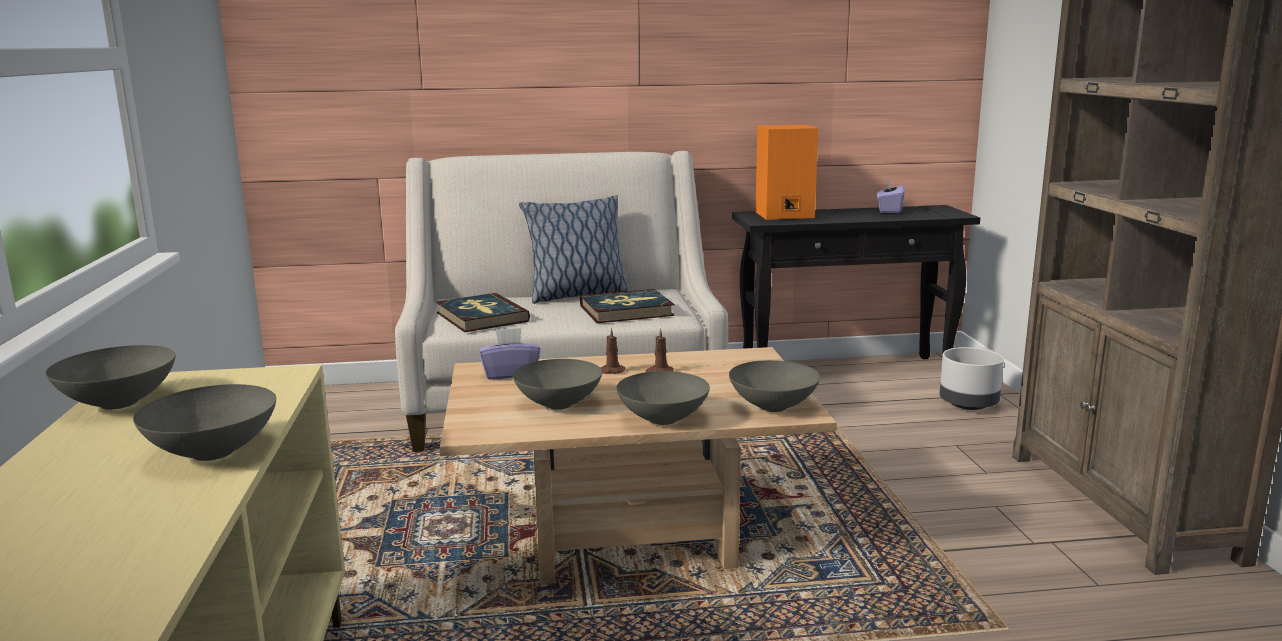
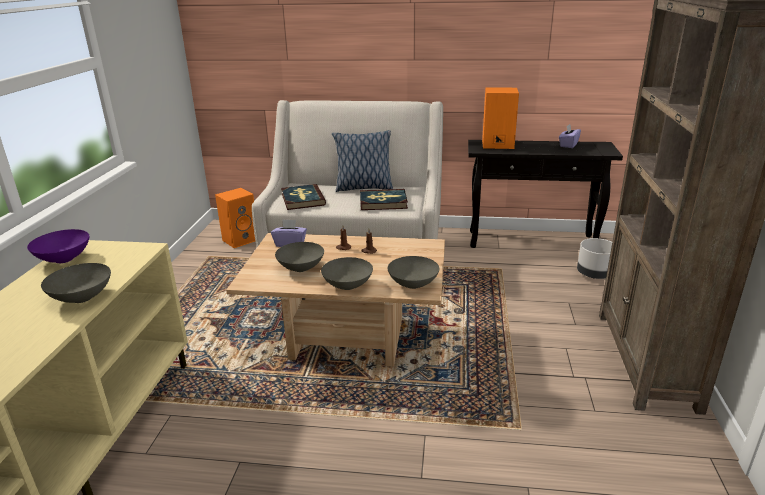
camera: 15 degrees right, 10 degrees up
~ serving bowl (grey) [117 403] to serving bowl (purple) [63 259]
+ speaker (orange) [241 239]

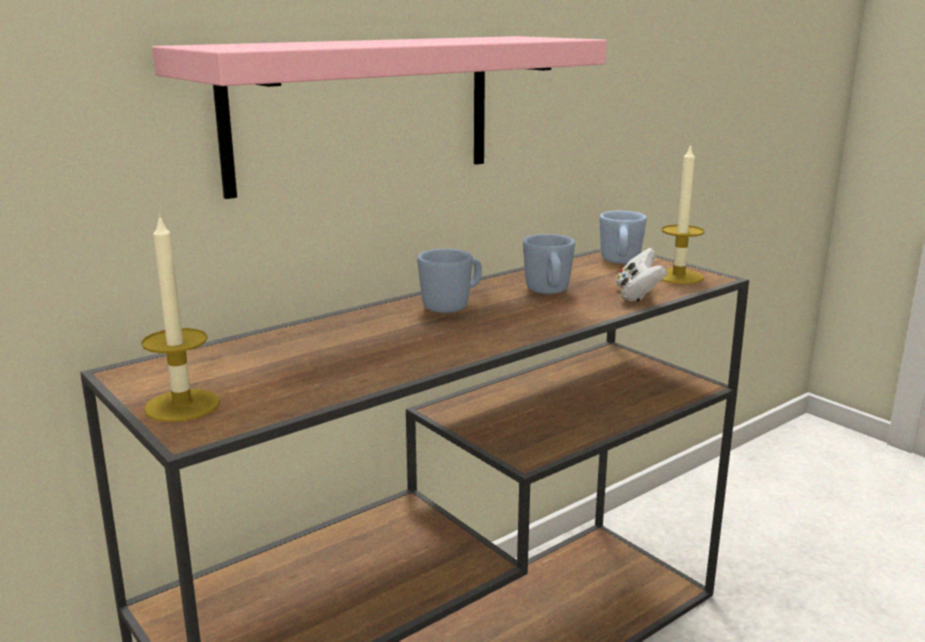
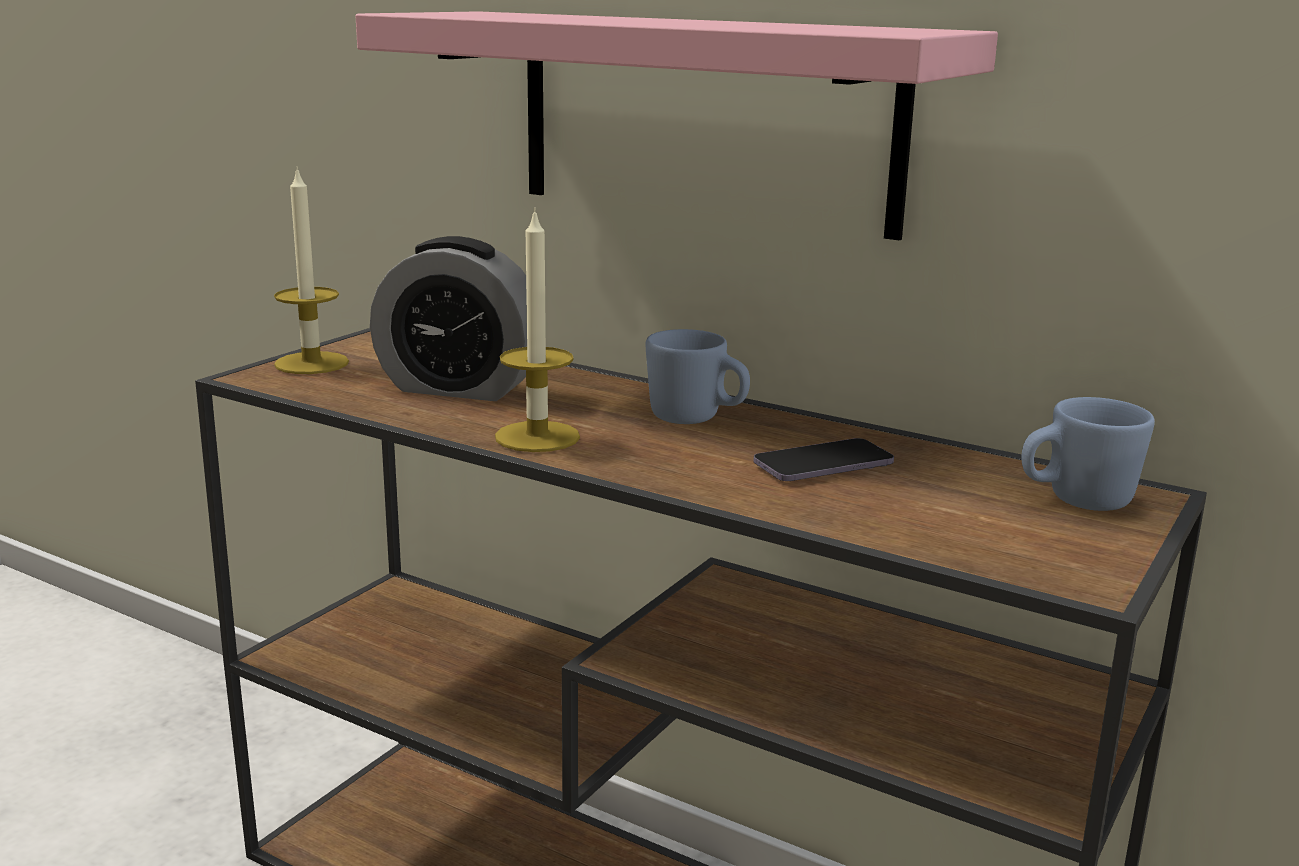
camera: 70 degrees right, 0 degrees up
~ wax light [678 276] to [537 437]
~ tea mug (blue-coloured) [549 292] to phone [823 465]
- game controller (white) [637 295]
+ bedside clock [459 388]

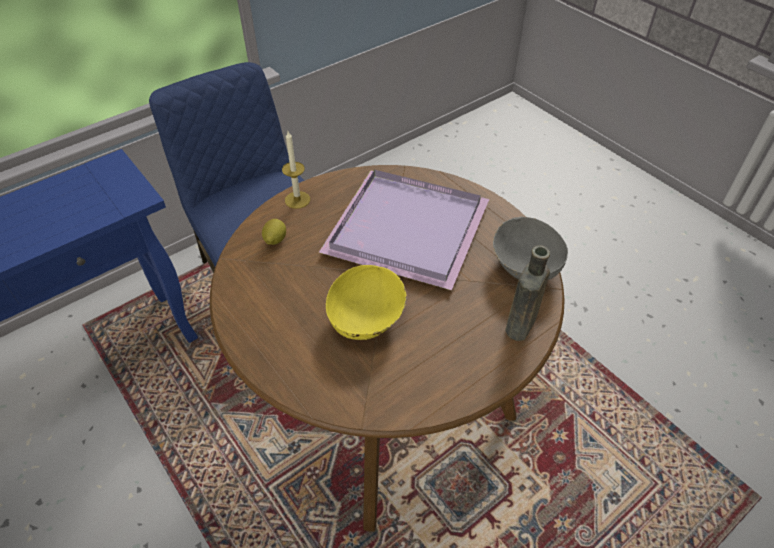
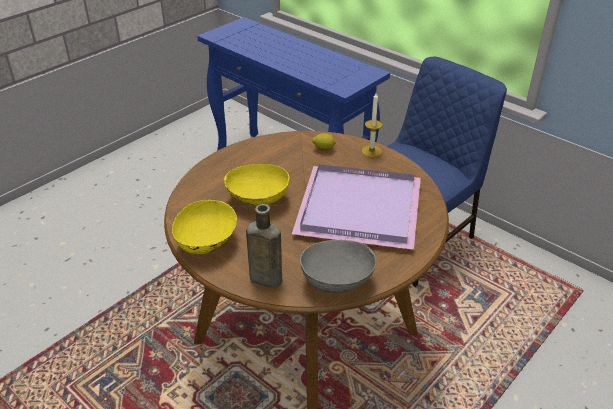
camera: 80 degrees right, 10 degrees down
+ serving bowl (yellowish) [207 243]

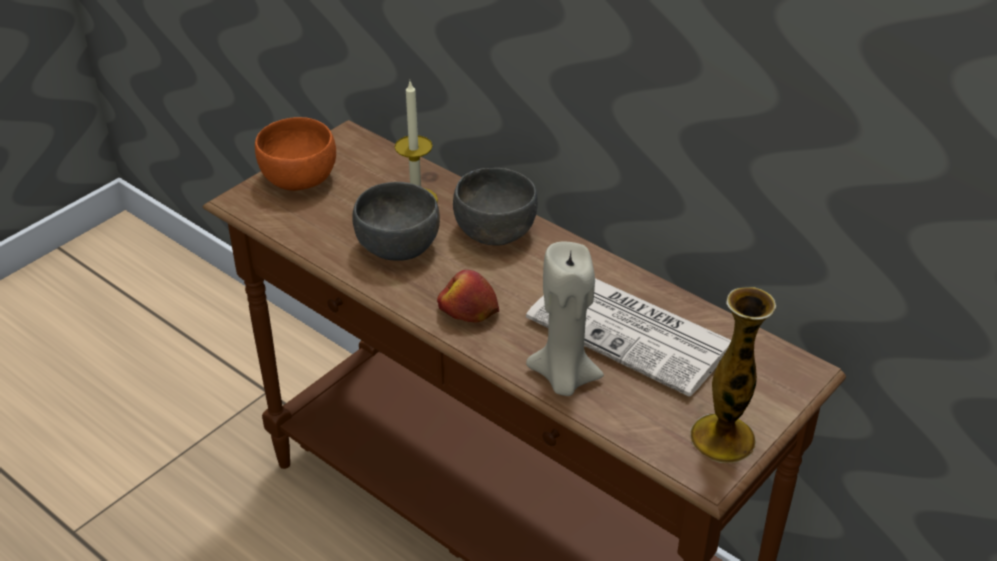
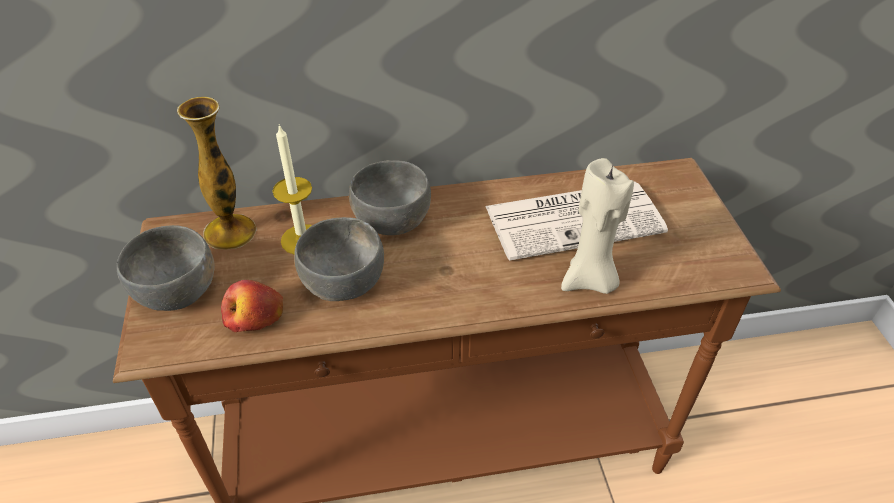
camera: 50 degrees left, 5 degrees up
~ serving bowl (orange) [299 178] to serving bowl (grey) [178 291]
~ apple fruit [468 311] to [254 317]
~ vase [722 438] to [230 232]

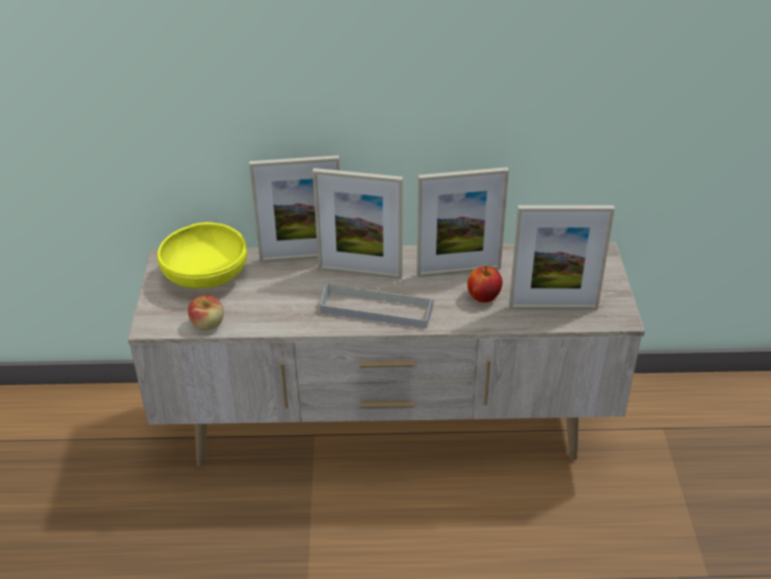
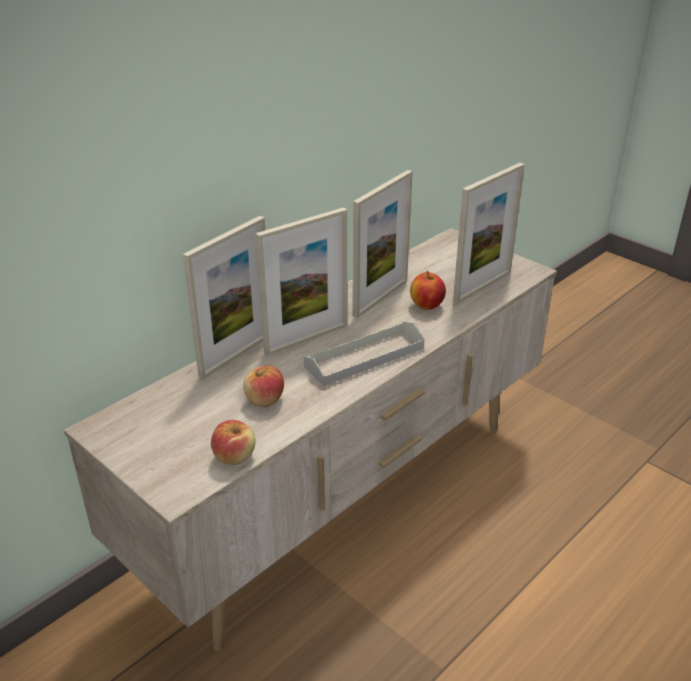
camera: 45 degrees left, 5 degrees down
- serving bowl (yellowish) [206 276]
+ apple fruit [264 400]

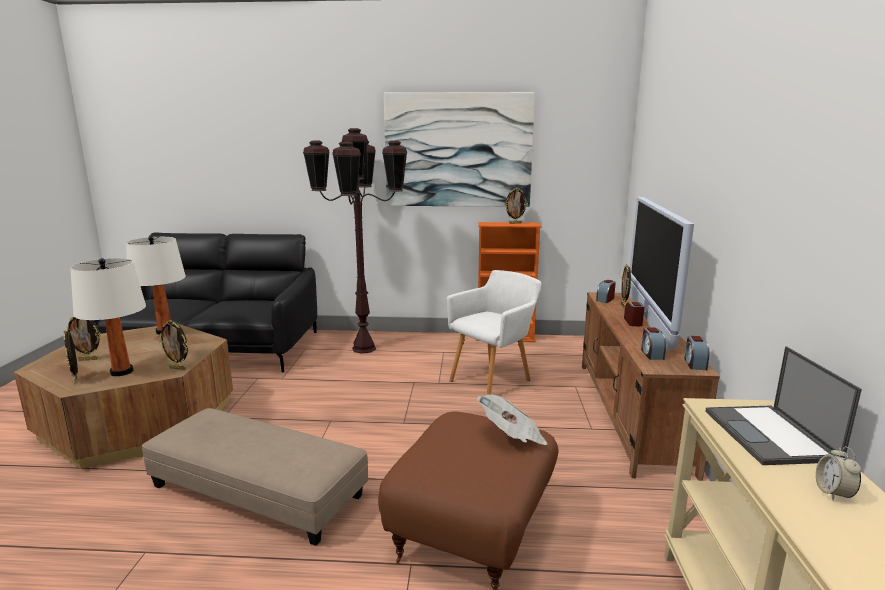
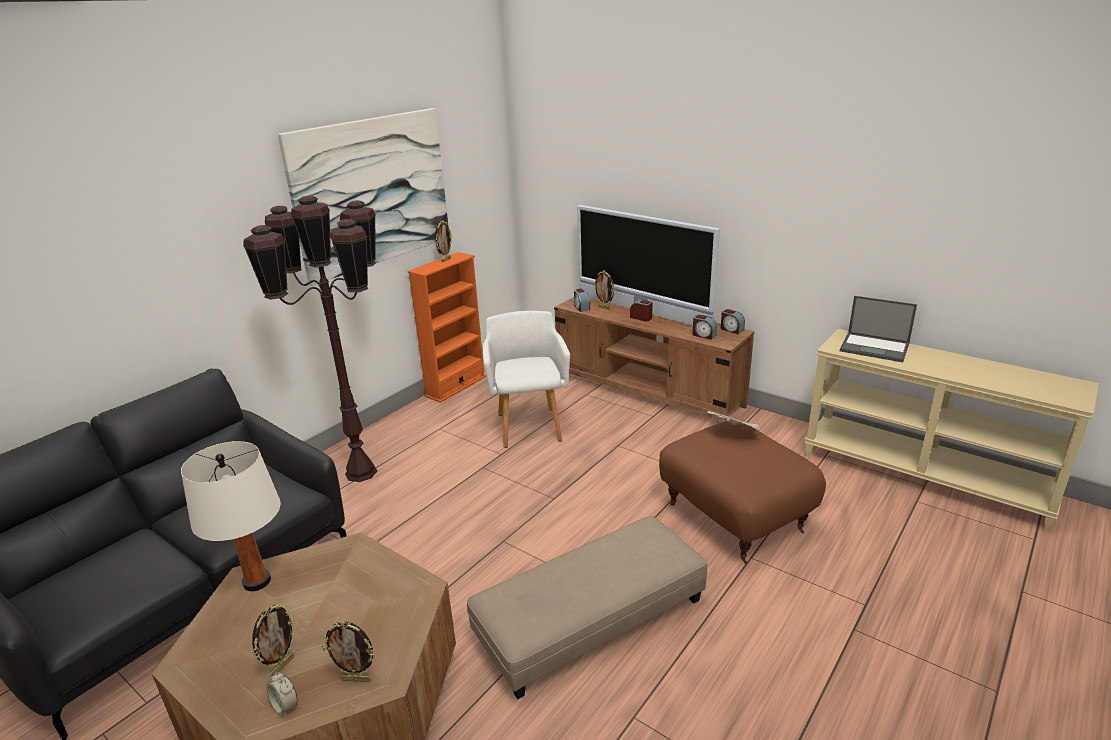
camera: 55 degrees left, 10 degrees up
- lamp for a table (white) [121 372]
- picture frame [178 368]
~ bedside clock [833 493] to [285 706]

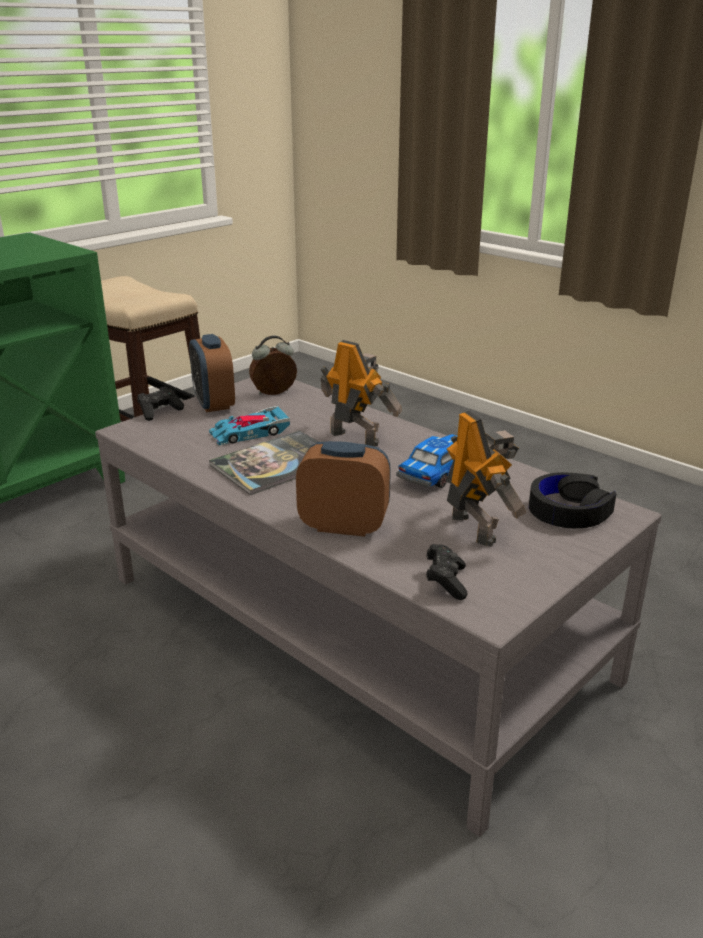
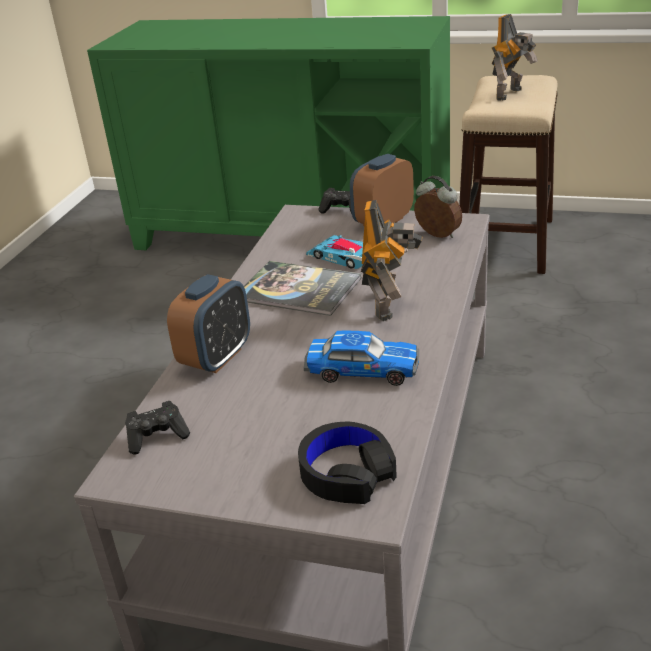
camera: 65 degrees right, 5 degrees up
~ robot figure [475 527] to [511 94]
~ bedside clock [344 525] = [216 357] 45 degrees clockwise

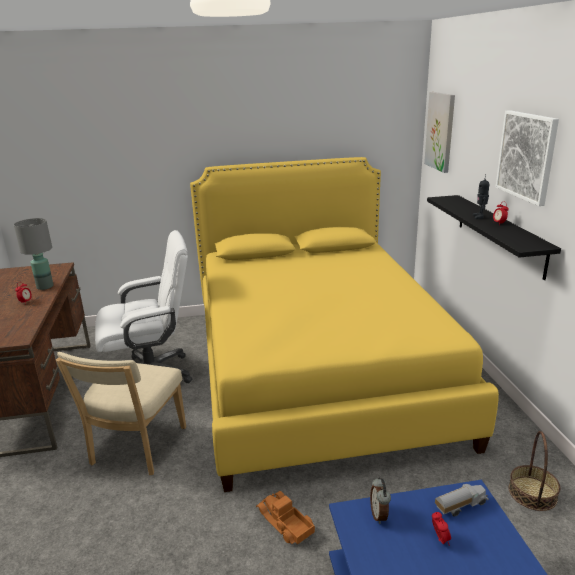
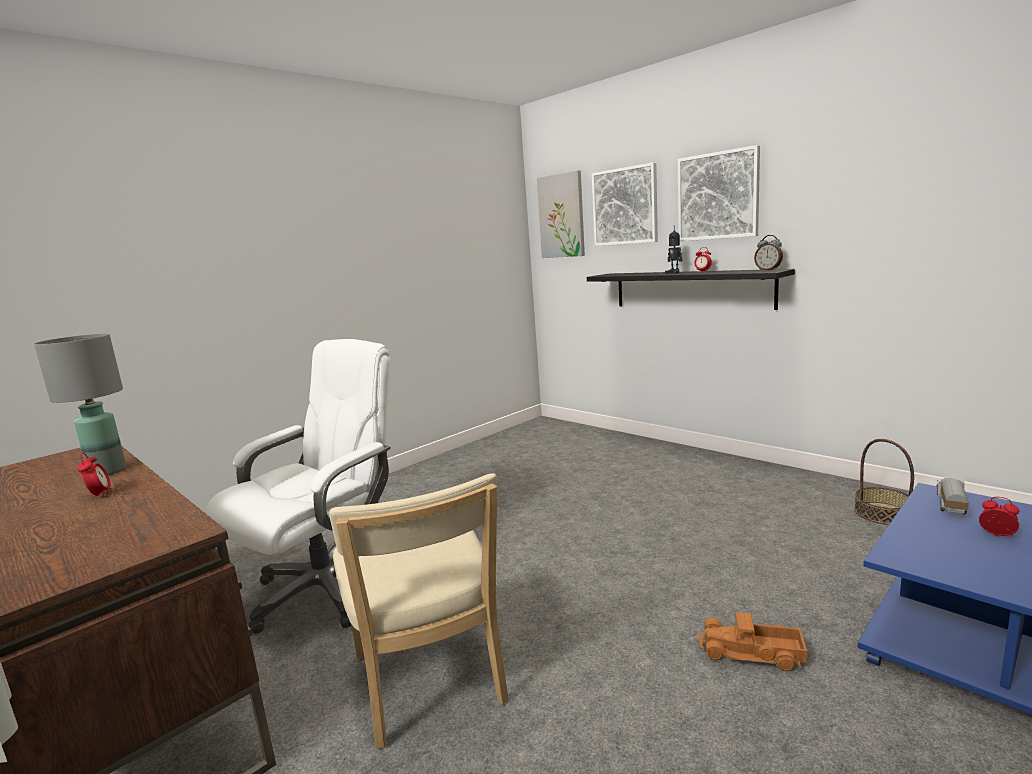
camera: 35 degrees left, 10 degrees down
- bed (yellowish) [317 369]
~ bedside clock [379 515] to [768 270]
+ wall picture [625 206]

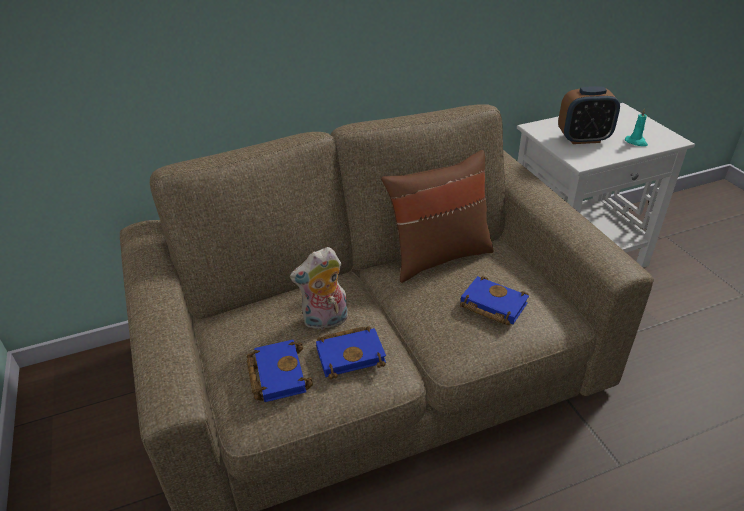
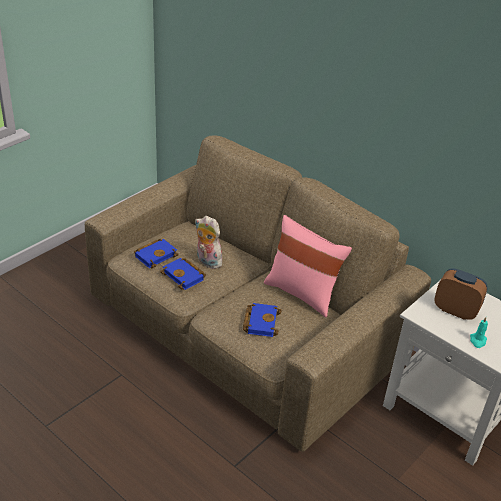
camera: 60 degrees right, 0 degrees up
~ bedside clock [583 139] = [455 310] 150 degrees clockwise
~ throw pillow (brownish) [438 256] to throw pillow (pink) [302 293]

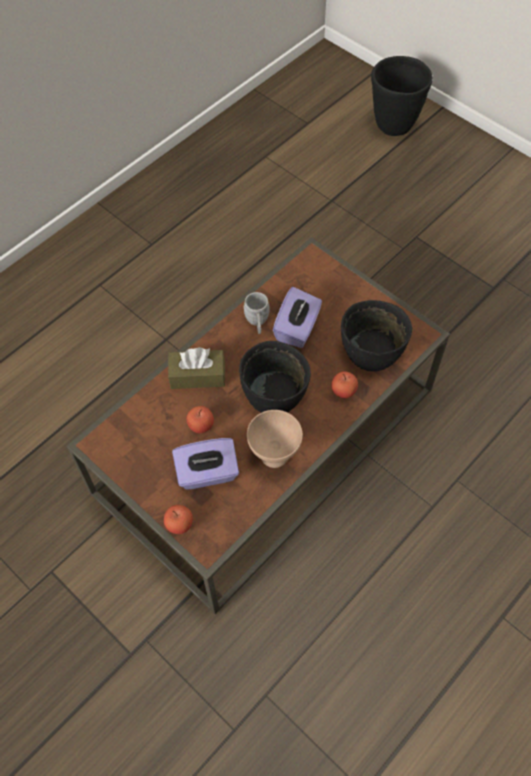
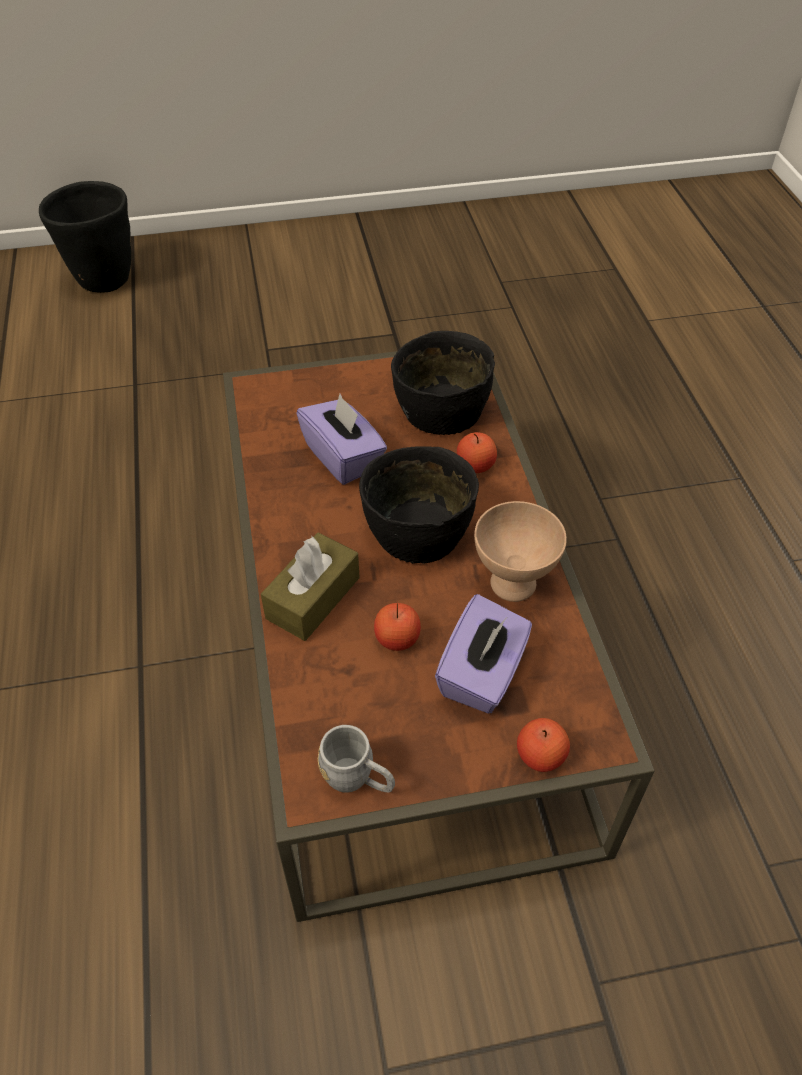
camera: 55 degrees left, 10 degrees down
~ tea mug (grey) [257 322] to [358 780]

